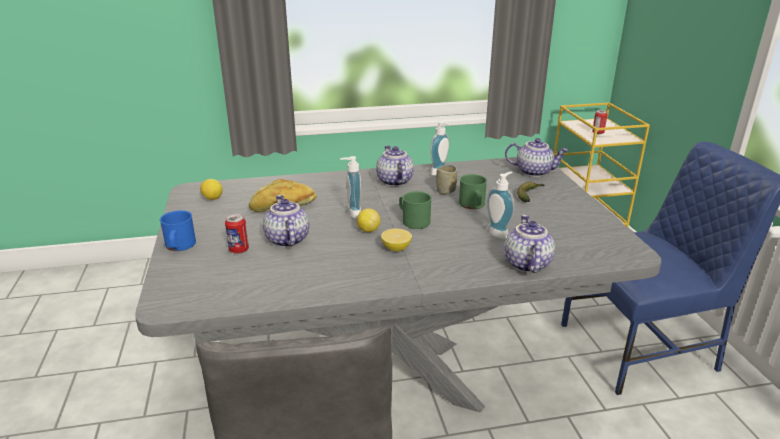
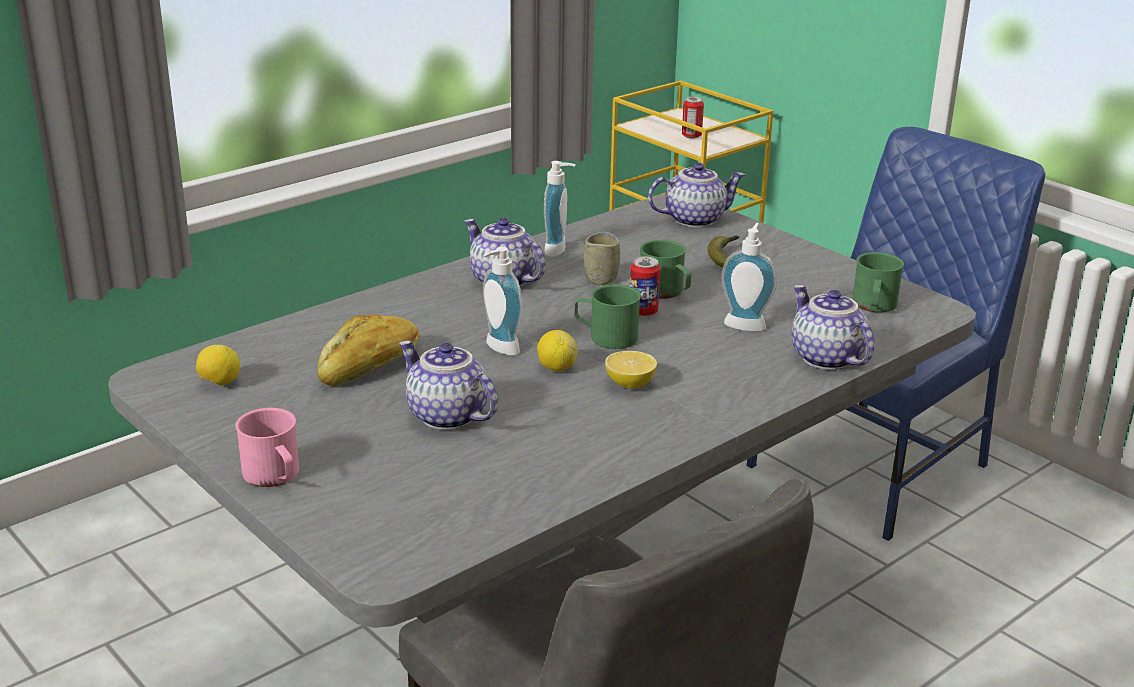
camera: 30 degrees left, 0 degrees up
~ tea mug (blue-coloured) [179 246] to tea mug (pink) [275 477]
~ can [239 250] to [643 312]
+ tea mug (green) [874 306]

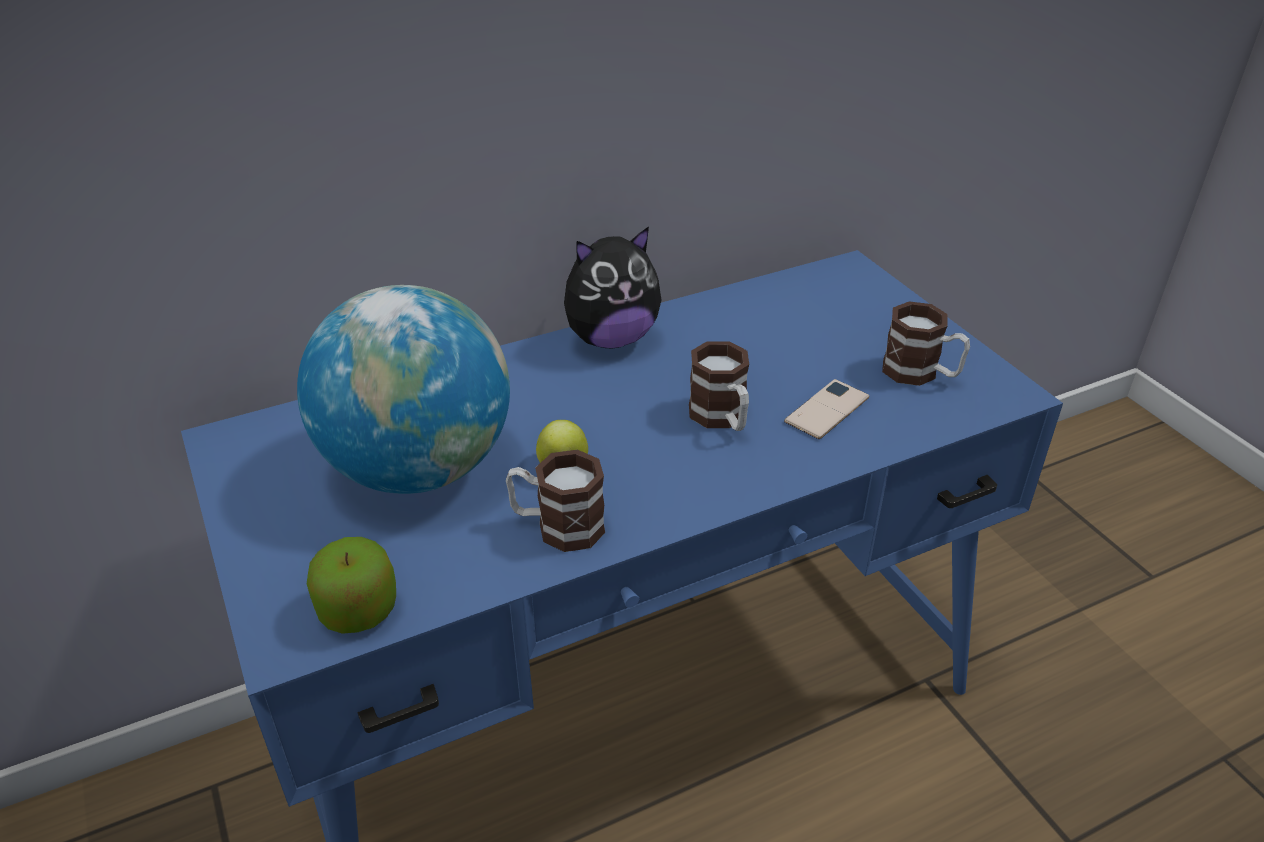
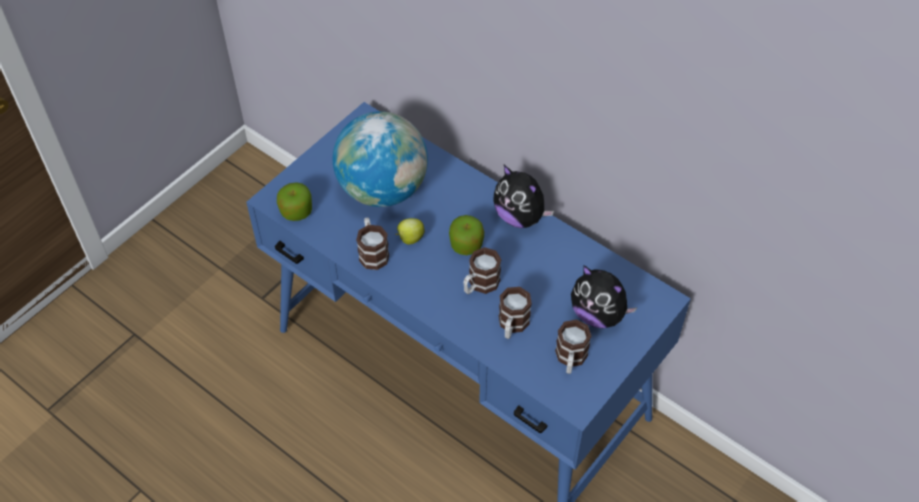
camera: 65 degrees right, 15 degrees up
~ phone [827 410] to tea mug [512 325]
+ apple fruit [466 244]
+ soft toy [598 314]

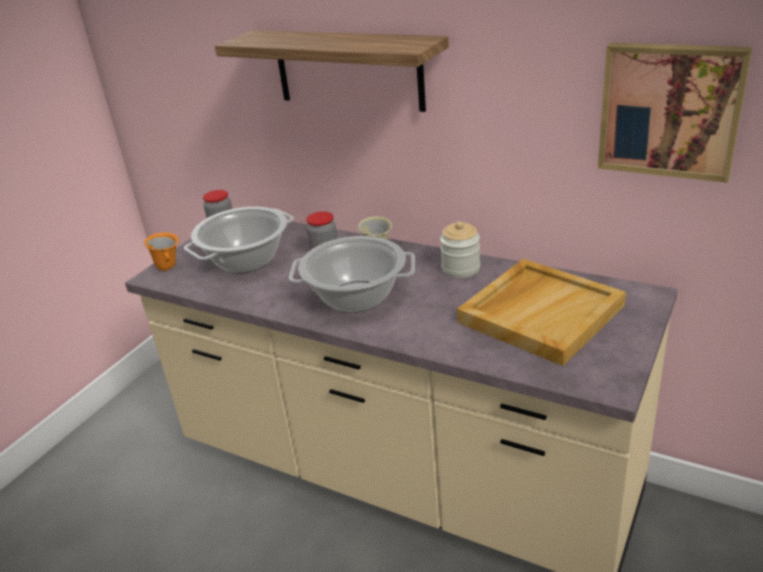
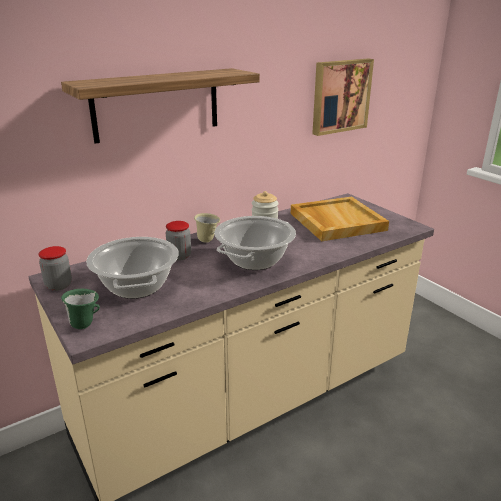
camera: 65 degrees left, 5 degrees down
~ tea mug (orange) [169 268] to tea mug (green) [85 324]

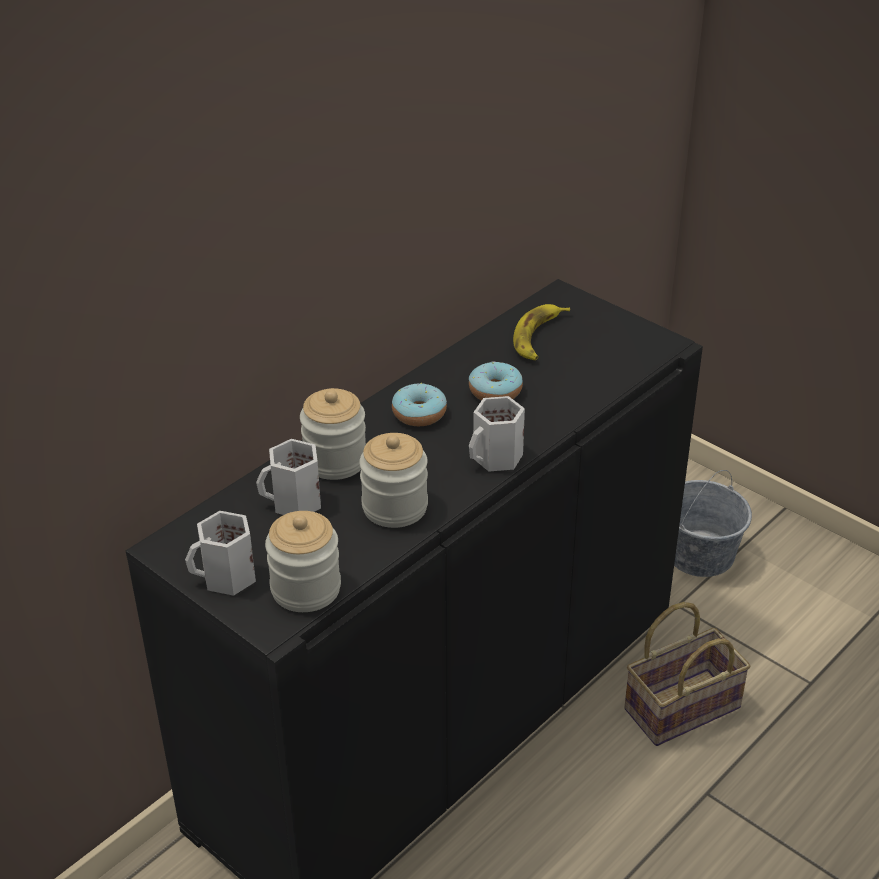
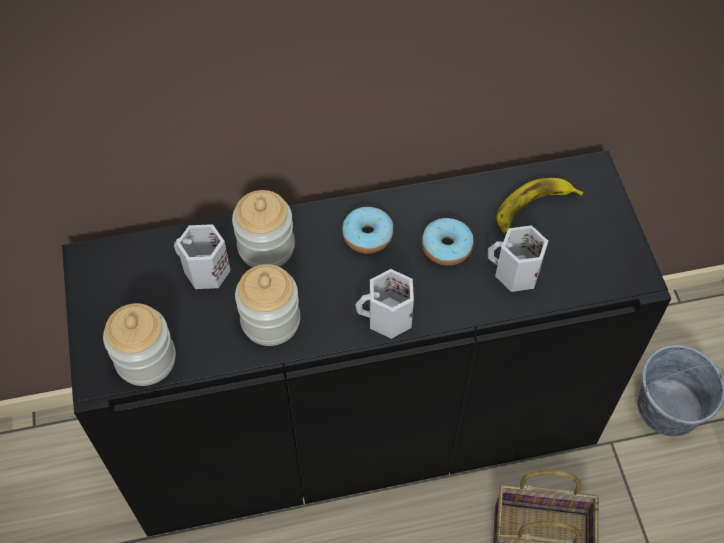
camera: 35 degrees right, 20 degrees up
~ tea mug (white) [227 578] to [515 273]

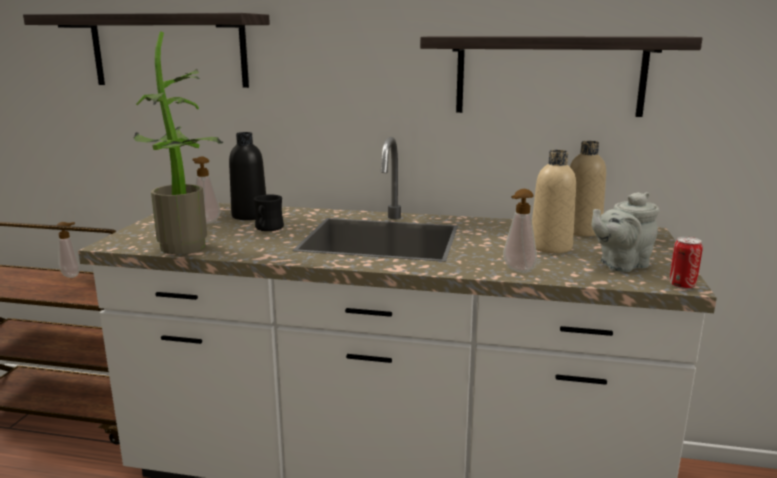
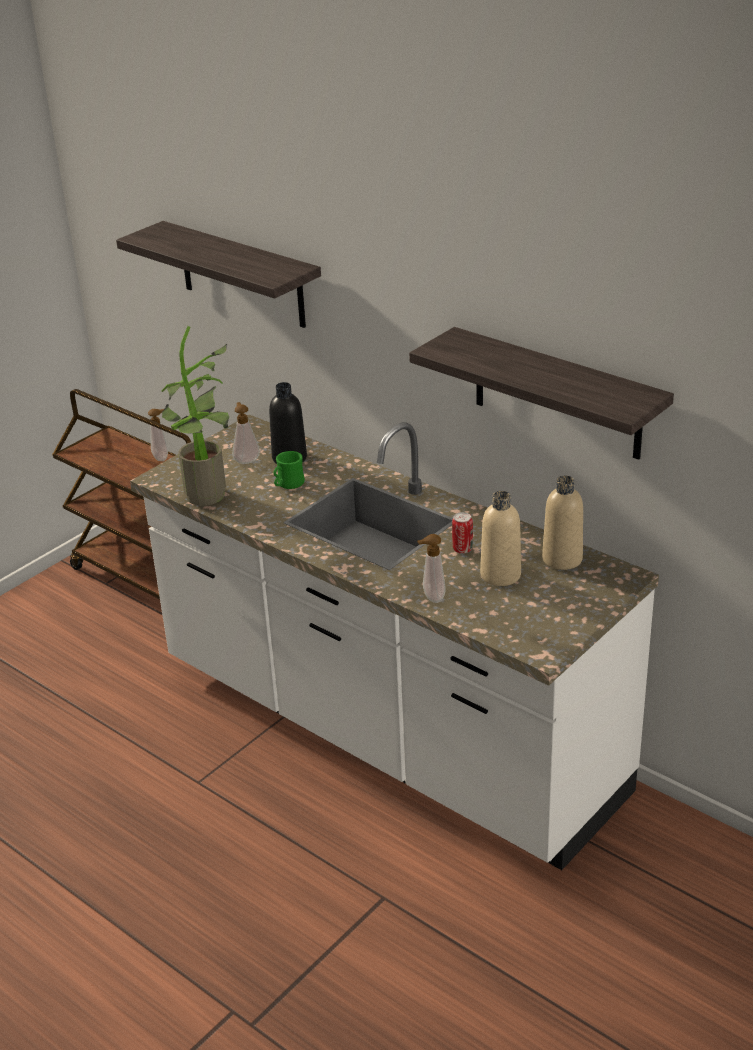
camera: 30 degrees right, 15 degrees up
- pot for tea (grey) [620 265]
~ tea mug (black-coloured) [267 229] to tea mug (green) [288 485]
~ can [682 285] to [462 549]

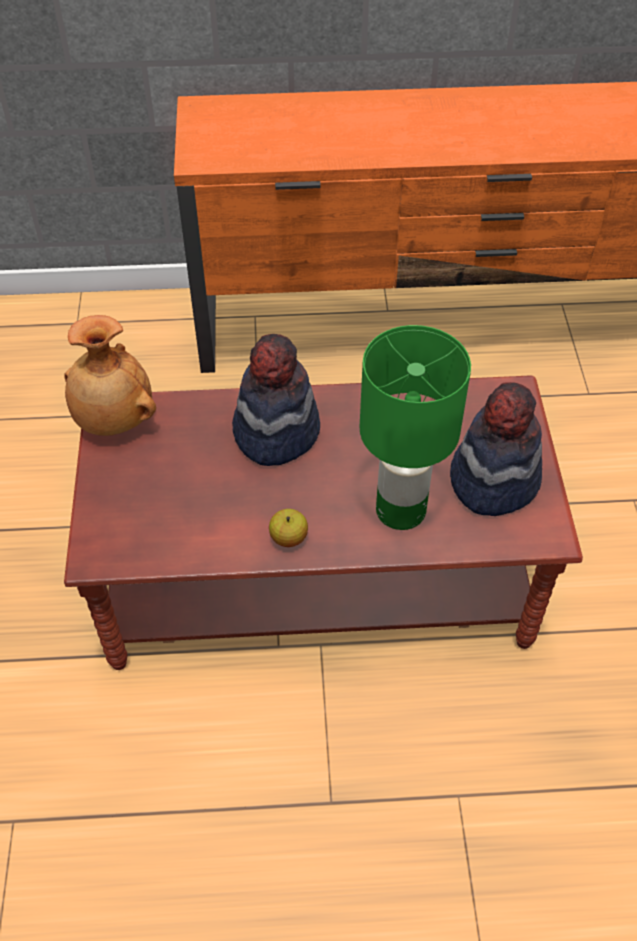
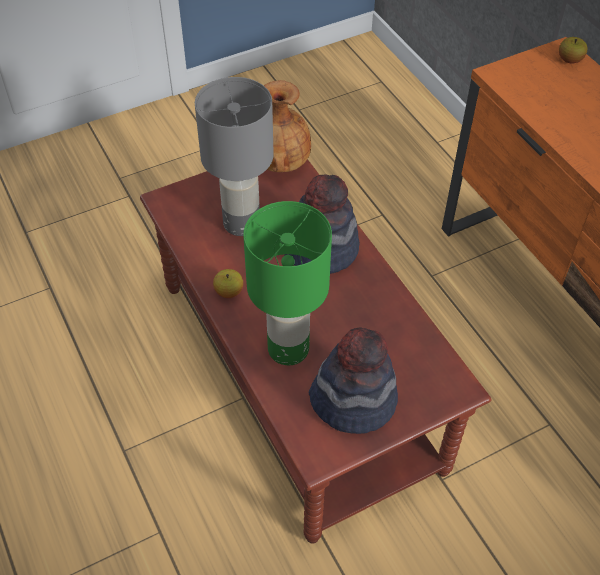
camera: 65 degrees right, 0 degrees up
+ apple fruit [569 60]
+ lamp for a table (grey) [242 224]

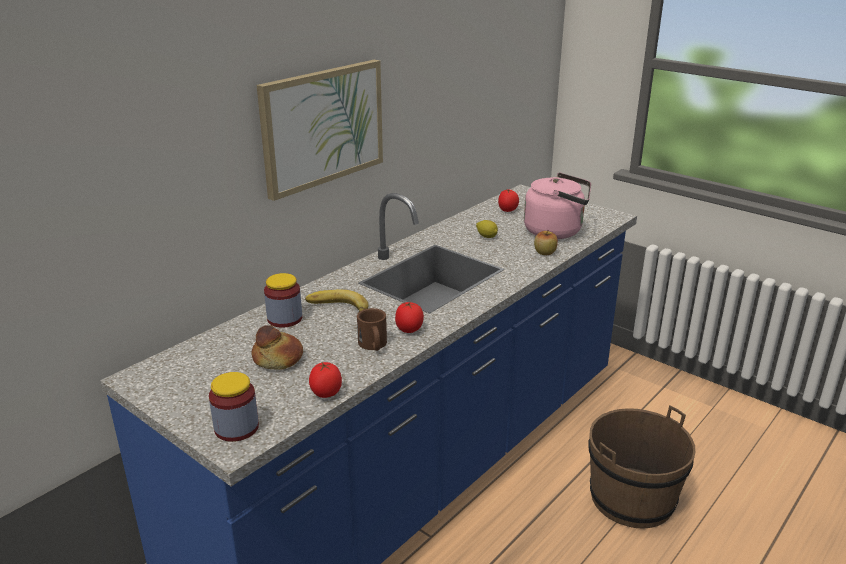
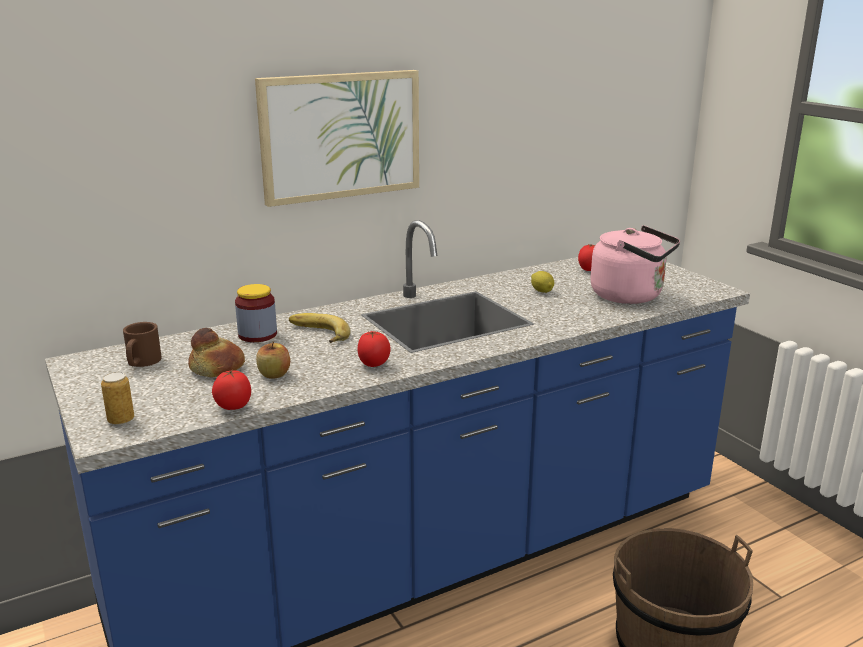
camera: 20 degrees right, 5 degrees down
~ apple fruit [545 252] to [274 374]
~ tea mug (brownish) [373 346] to [141 363]
~ preserve jar [236 428] to can [121 420]

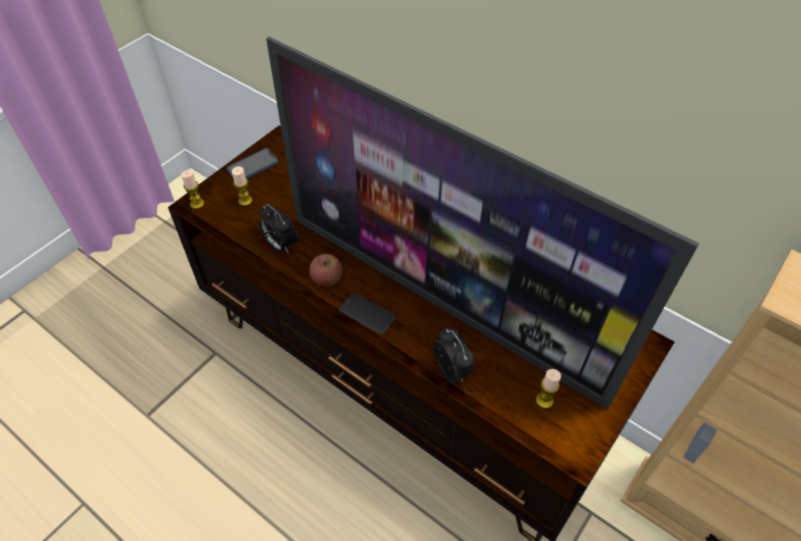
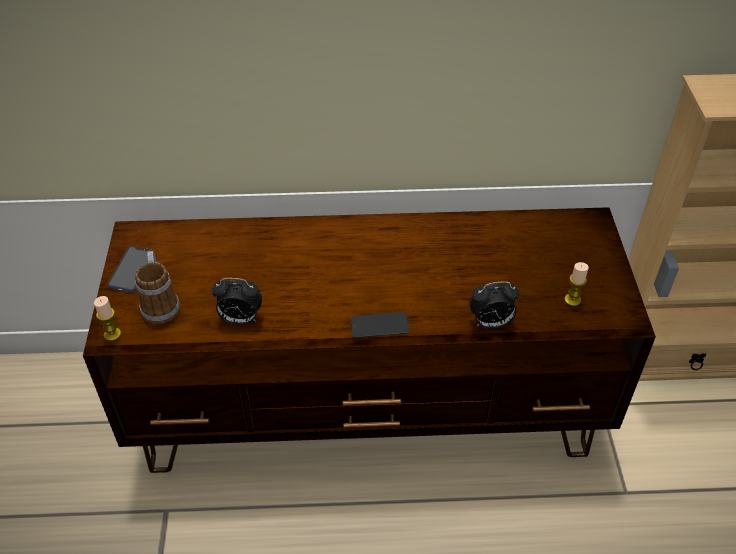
camera: 40 degrees left, 5 degrees down
- television [442 301]
~ wax light [245 200] to tea mug [160 303]
- apple fruit [327 279]
~ bedside clock [452 371] = [490 323] 150 degrees clockwise

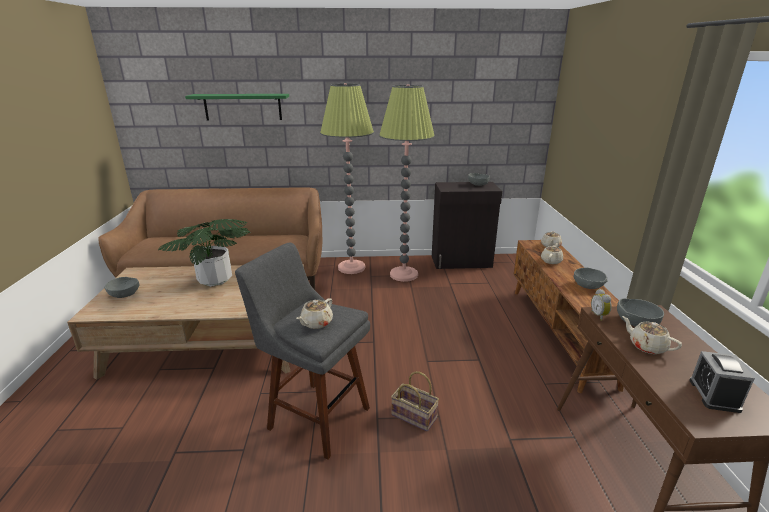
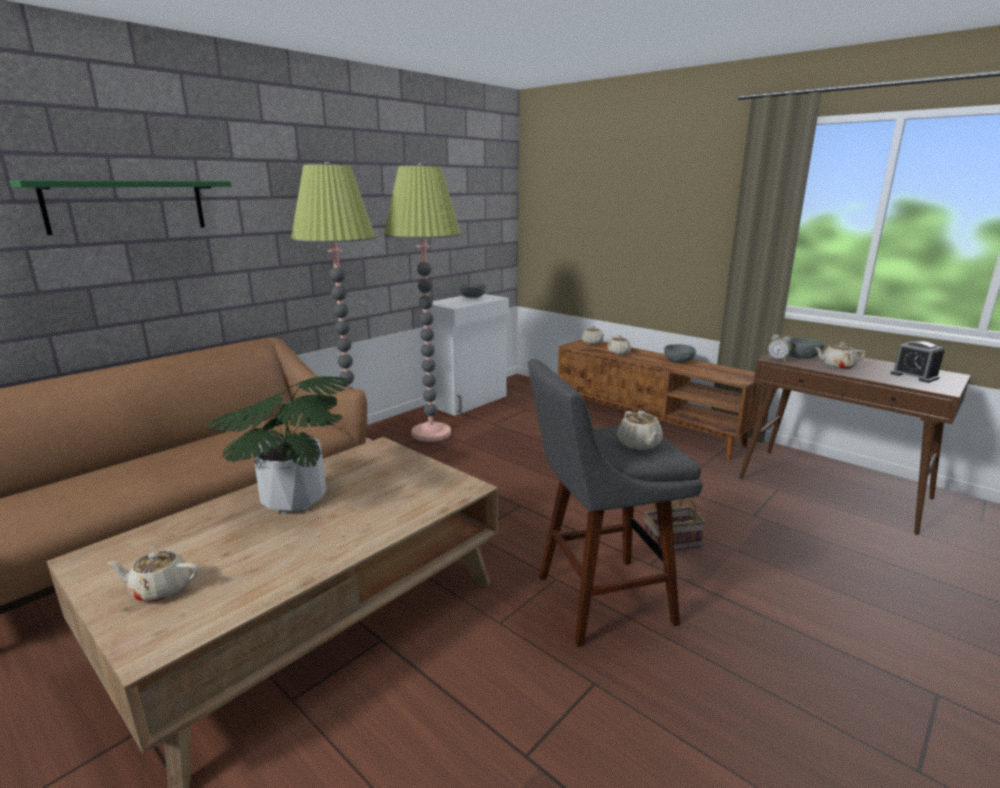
camera: 45 degrees left, 5 degrees down
~ cabinet (black-coloured) [462 262] to cabinet (white) [469 401]
~ serving bowl (grey) [125 294] to pot for tea (sand-coloured) [159 589]

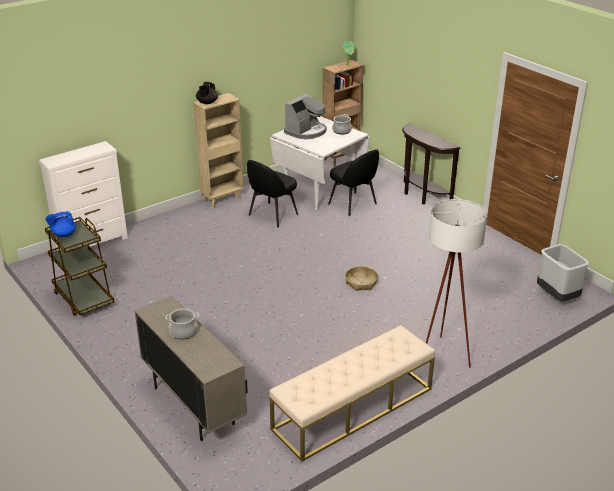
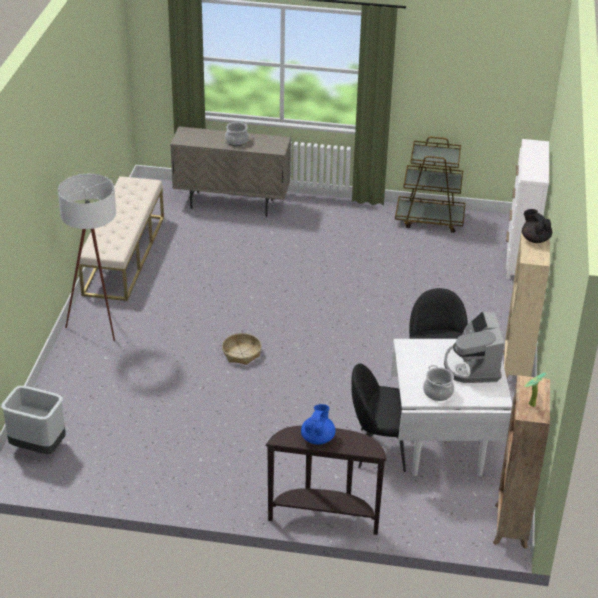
camera: 135 degrees right, 5 degrees up
~ pot for tea (blue-coloured) [63 234] to [318 438]

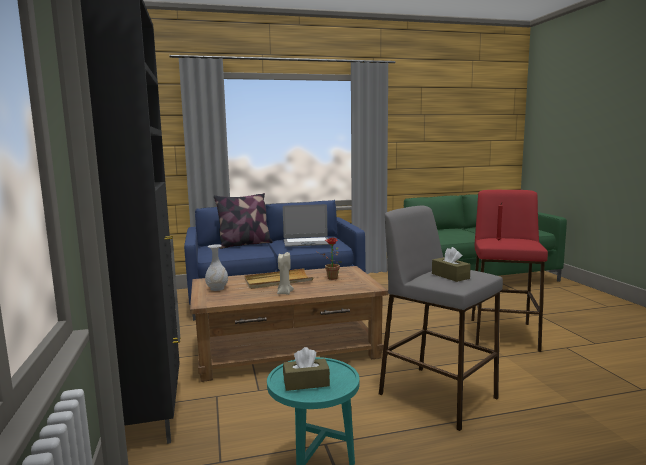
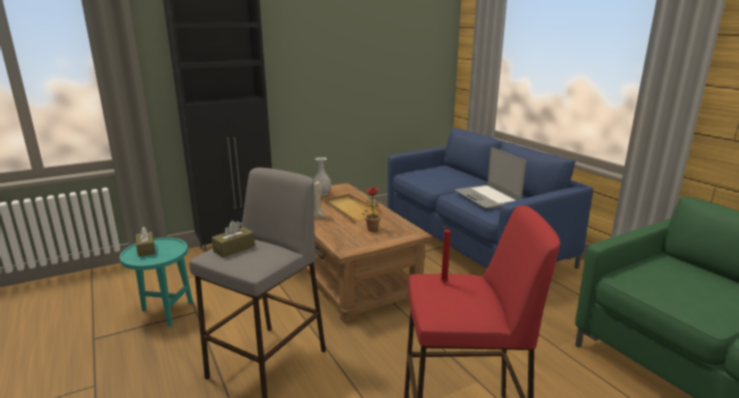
camera: 75 degrees right, 10 degrees up
- throw pillow [244 244]

